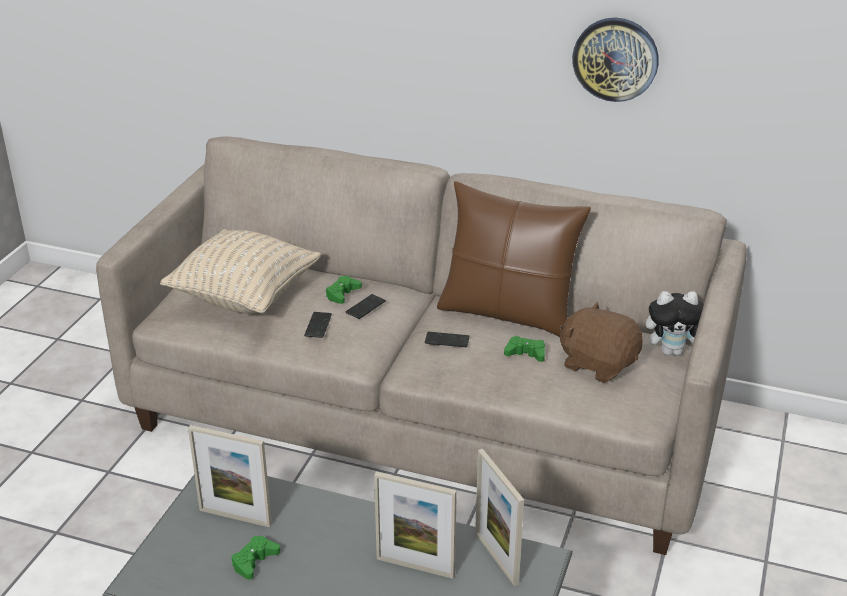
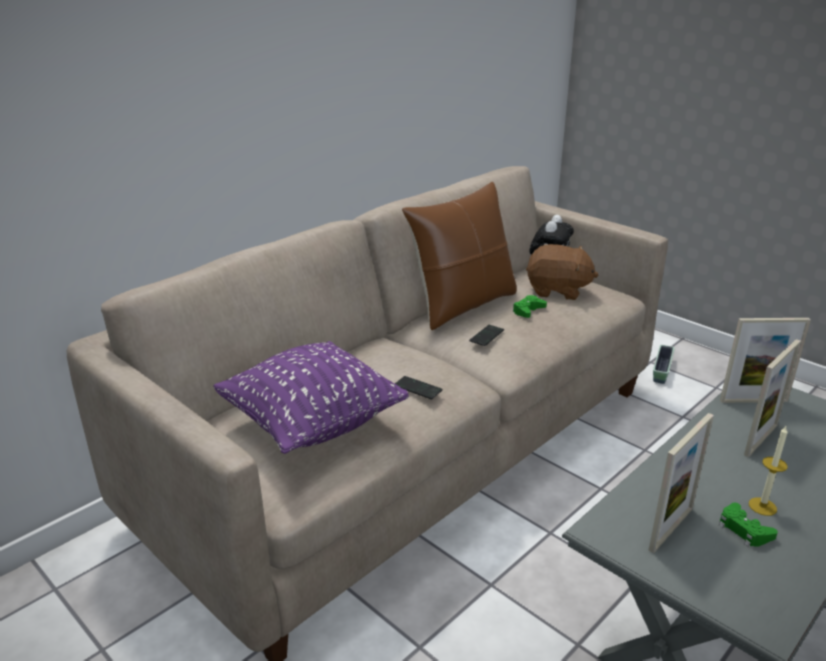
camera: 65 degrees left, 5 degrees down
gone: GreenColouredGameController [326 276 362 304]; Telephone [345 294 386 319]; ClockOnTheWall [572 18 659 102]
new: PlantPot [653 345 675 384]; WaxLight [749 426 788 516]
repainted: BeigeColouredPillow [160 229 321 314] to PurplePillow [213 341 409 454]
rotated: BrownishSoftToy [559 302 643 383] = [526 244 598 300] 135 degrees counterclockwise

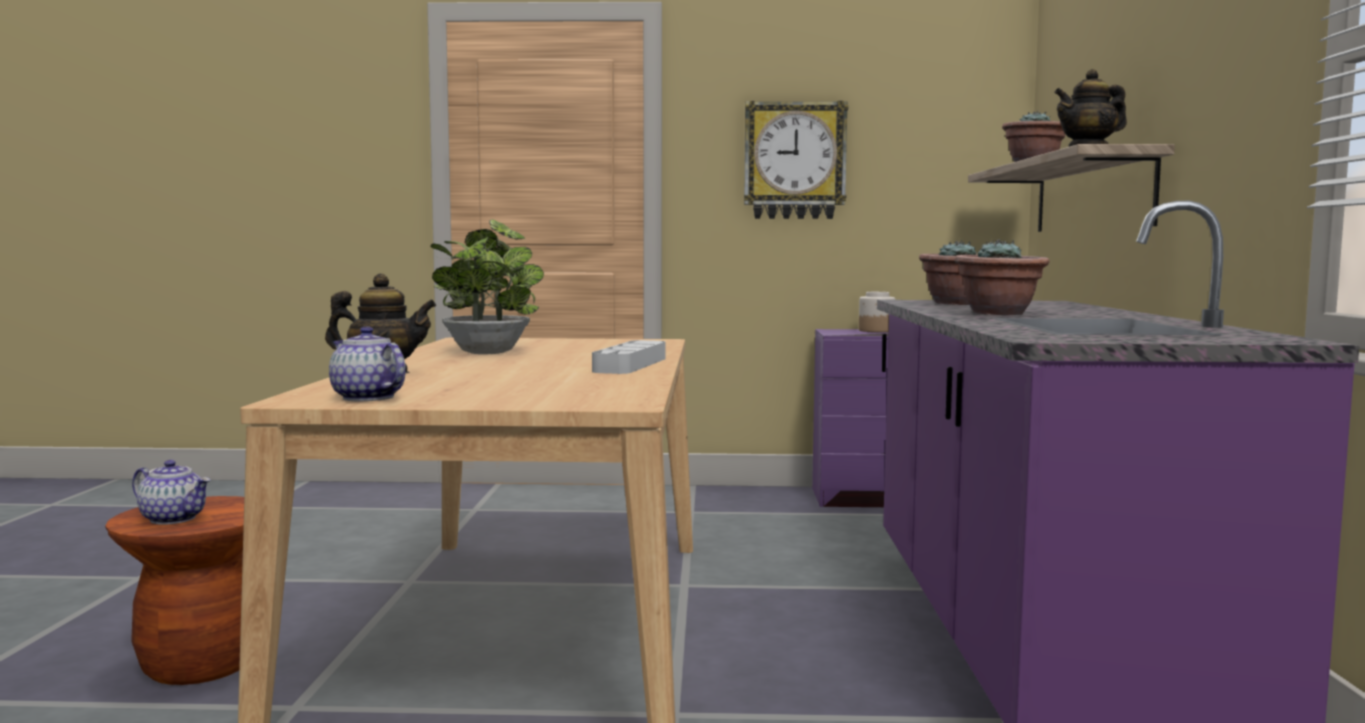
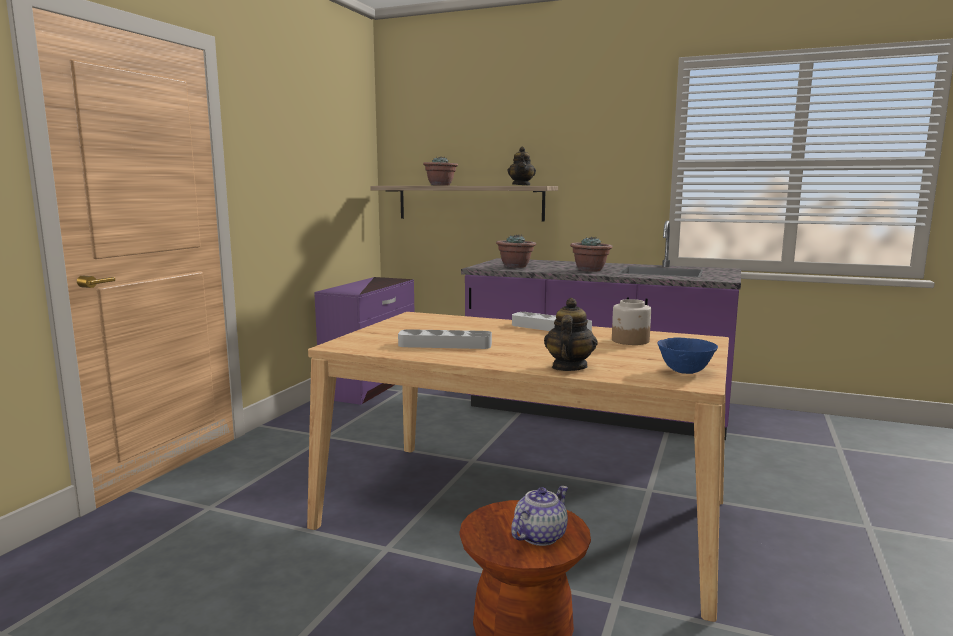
camera: 70 degrees left, 5 degrees up
gone: ClockOnTheWall [744 101 848 219]
shifted: PreserveJar [859 292 896 332] to [612 299 651 345]
swapped: TeaPot [329 327 406 401] to BlueColouredBowl [657 337 718 374]; PlantInAPot [431 219 544 354] to GreyishCarryingTray [398 329 492 349]

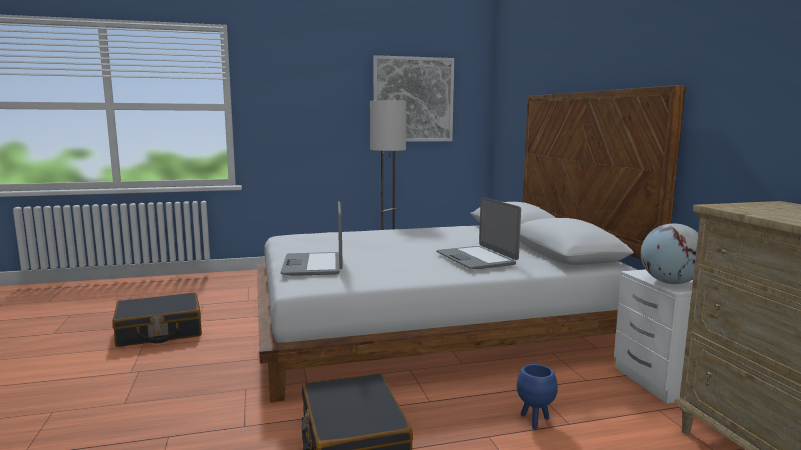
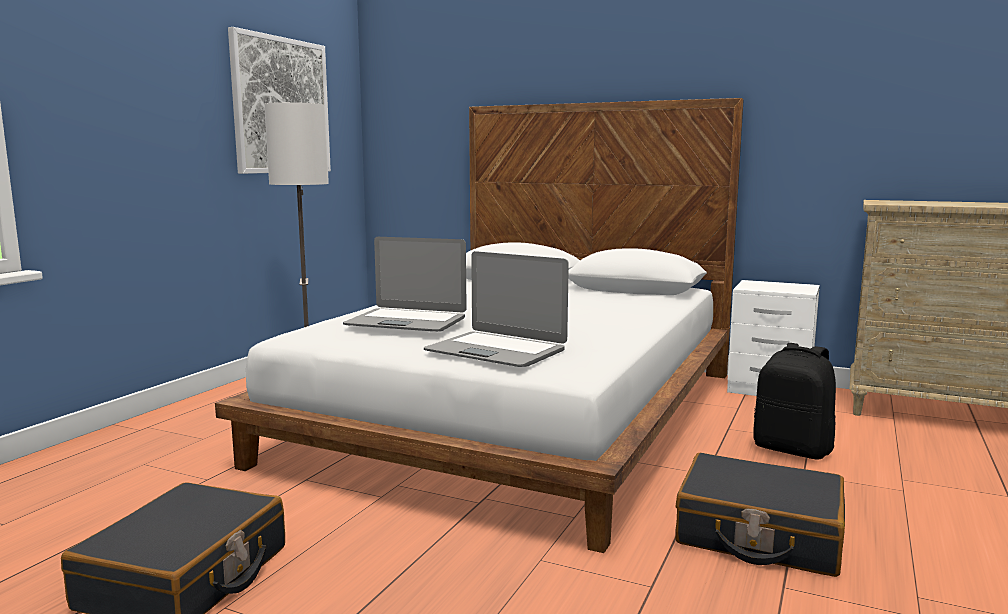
camera: 50 degrees left, 0 degrees up
gone: WorldGlobe [641 223 698 284]
shifted: PortableComputer [436 197 521 269] to [343 237 467 332]
swapped: BlueColouredPlantPot [517 364 558 429] to BlackColouredKnapsack [753 343 836 460]

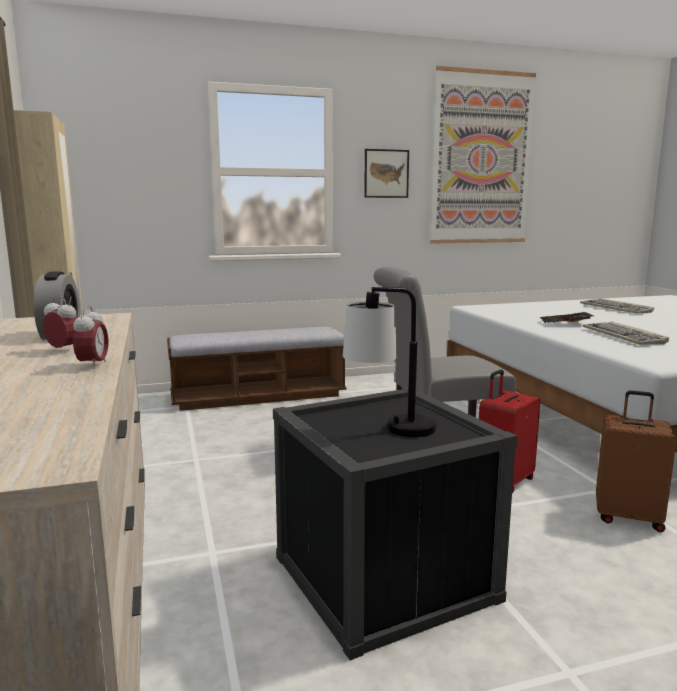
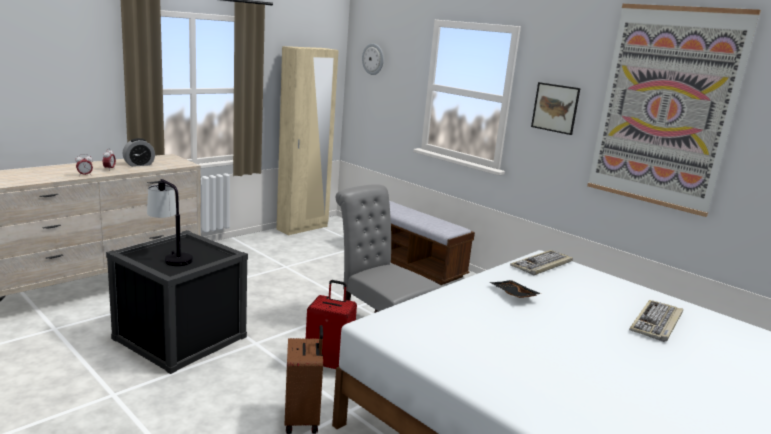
camera: 60 degrees right, 5 degrees up
new: ClockOnTheWall [362 43 384 75]
shifted: Keyboard [582 321 669 345] to [510 250 573 275]

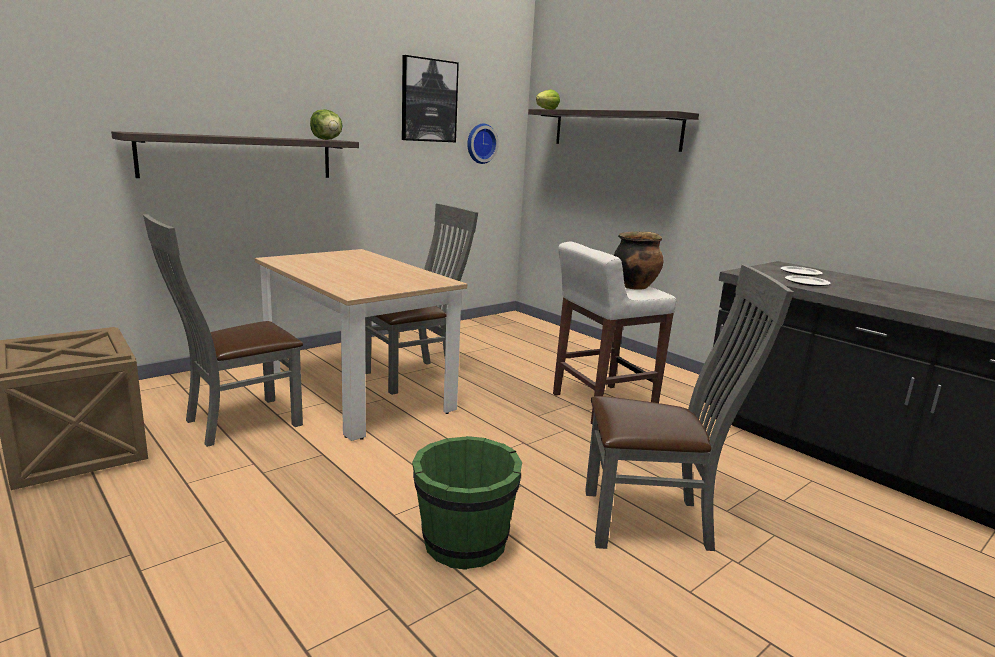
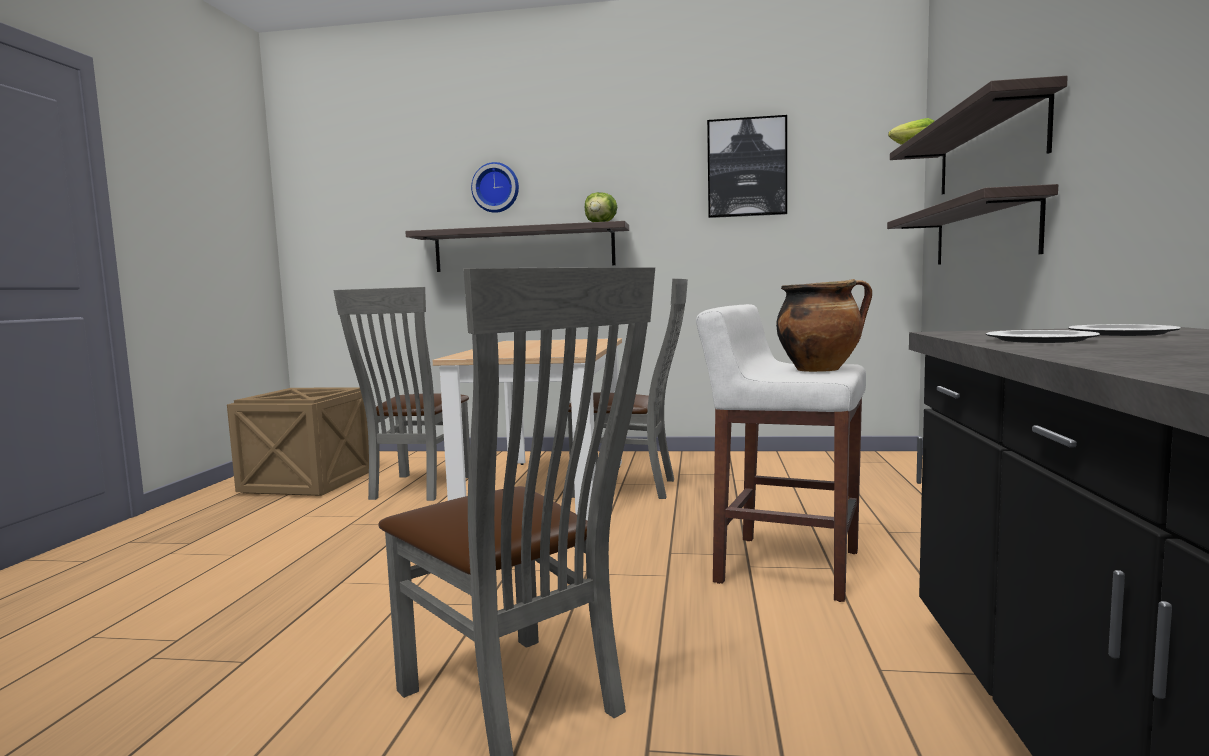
camera: 50 degrees right, 10 degrees down
gone: GreenColouredPail [412 436 522 570]
new: BracketShelf [887 184 1058 265]
shifted: ClockOnTheWall [467 124 499 164] to [471 162 519 213]
rotated: GreyishChair [143 214 303 447] = [333 287 470 501] 90 degrees counterclockwise

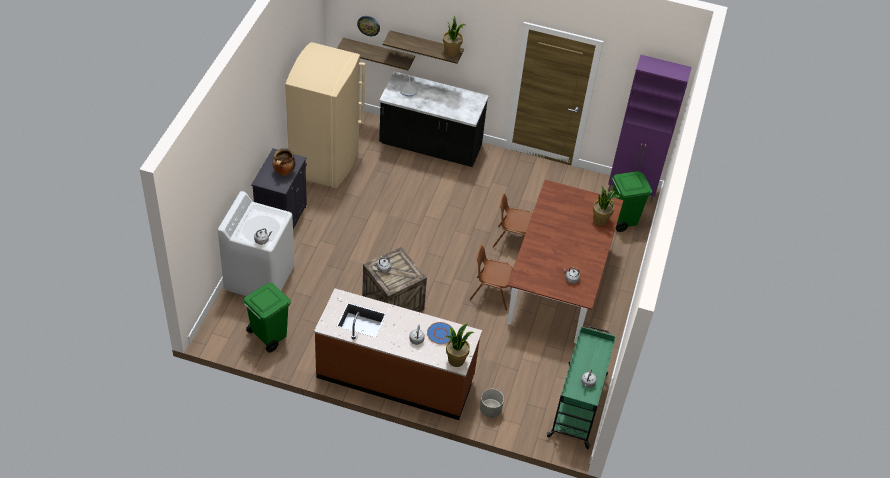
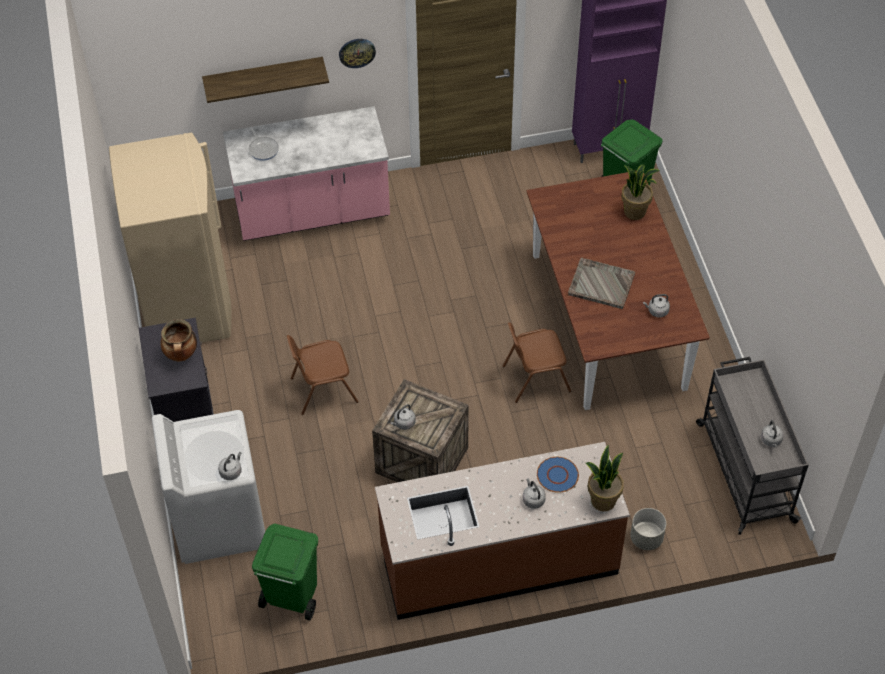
camera: 25 degrees left, 5 degrees up
gone: BracketShelf [337 38 415 70]; PlantInAPot [443 16 465 57]
new: GreyishCarryingTray [568 258 635 309]
shifted: ClockOnTheWall [357 16 380 36] to [339 39 376 68]; BrownishChair [493 193 533 248] to [287 335 358 415]
repainted: BlackColouredKitchenCounter [379 71 489 167] to PinkKitchenCounter [223 106 390 241]; GreenColouredTrolley [547 326 616 449] to GreyishTrolley [696 357 809 535]

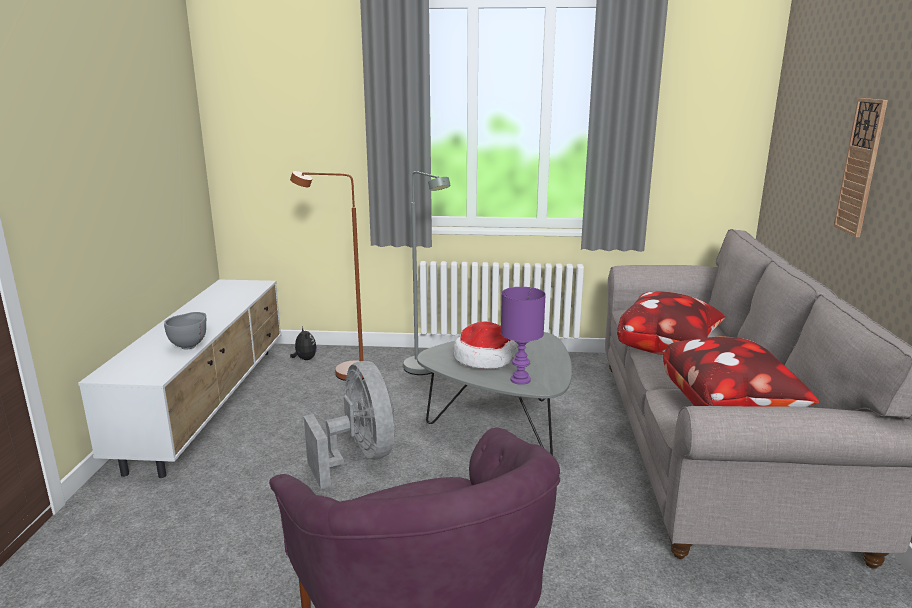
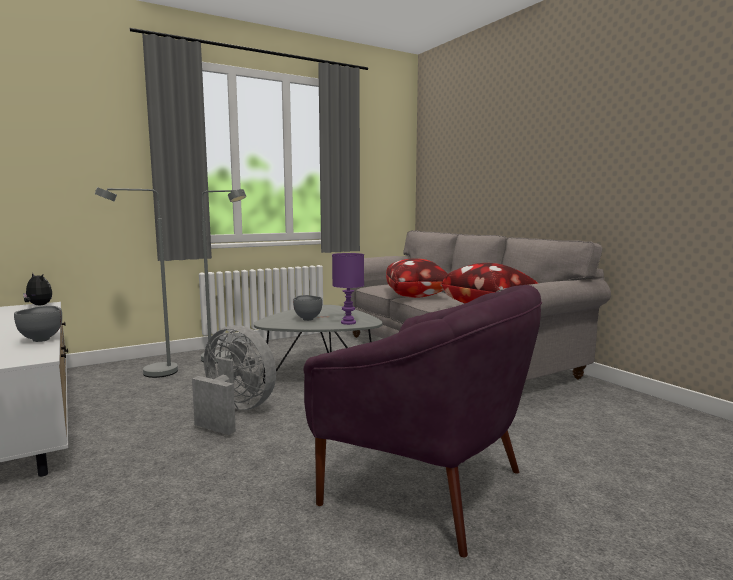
camera: 35 degrees left, 10 degrees down
gone: ClockOnTheWall [834 98 888 237]
shifted: SoftToy [290 327 317 360] to [23 273 52 305]
swapped: Hat [453 321 516 369] to GreyishBowl [293 295 323 321]
repainted: BrownishFloorLamp [290 171 364 381] to GreyishFloorLamp [95 187 178 378]

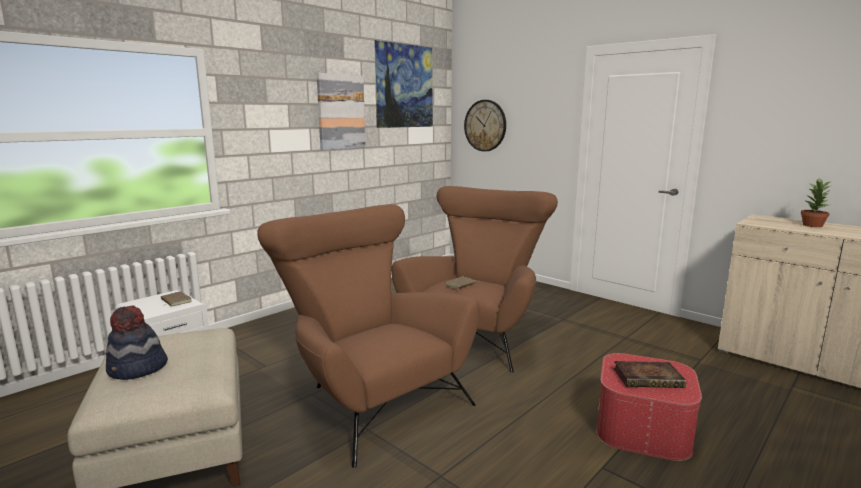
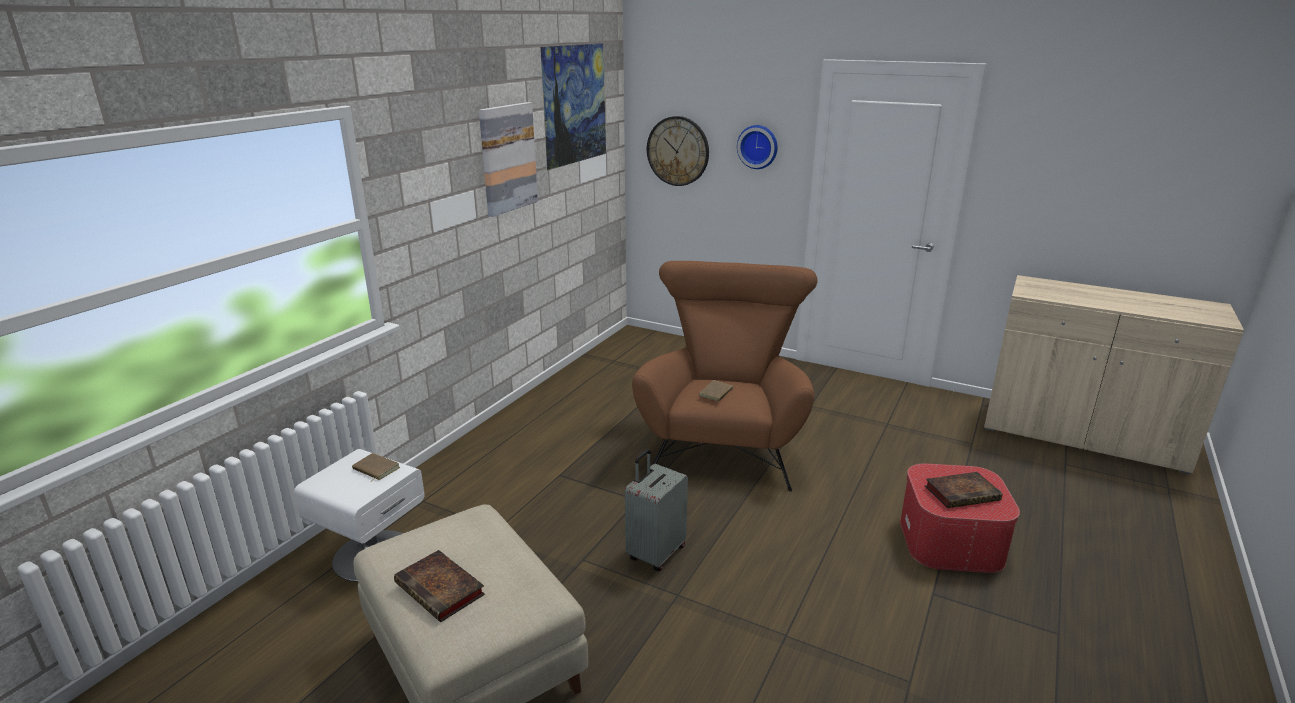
camera: 15 degrees left, 10 degrees up
gone: PlantInAPot [801 178 830 227]
new: ClockOnTheWall [737 125 778 169]
swapped: Hat [106 305 168 380] to Volume [394 550 485 623]; BrownishEasyChair [257 204 479 468] to GreyishPieceOfLuggage [625 449 688 571]

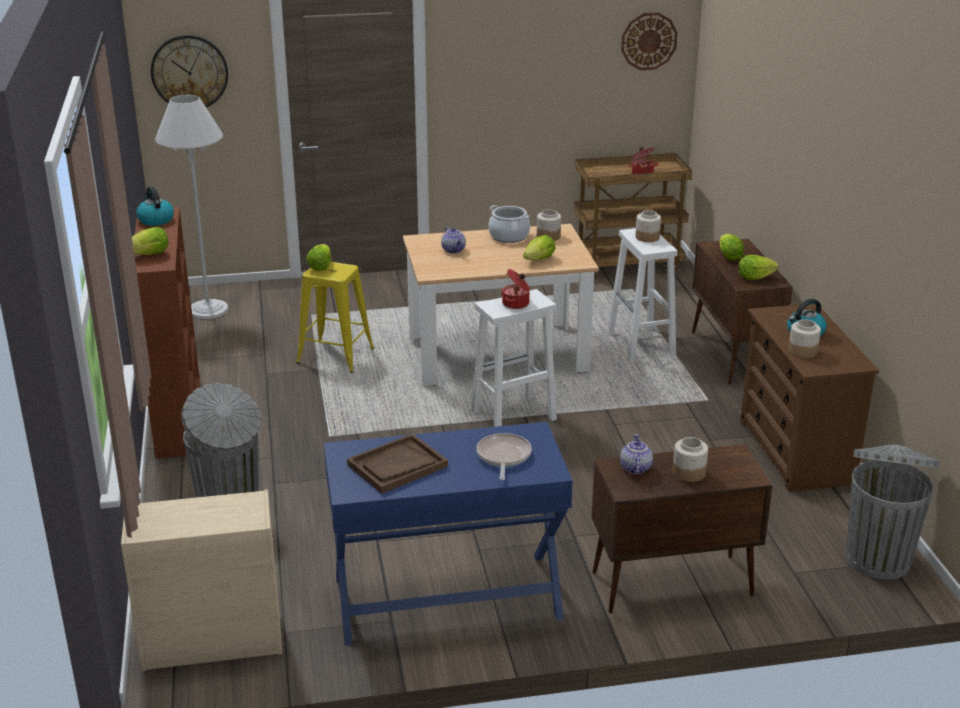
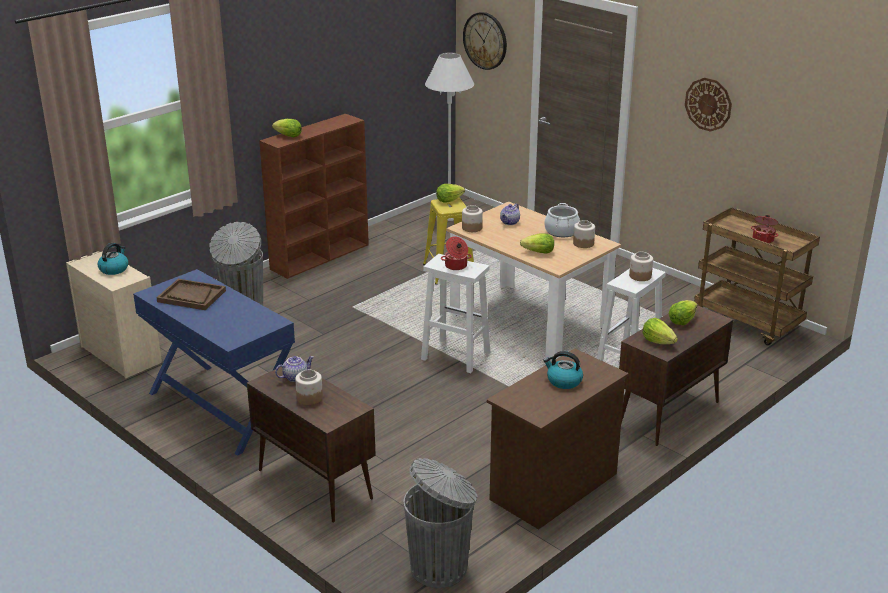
camera: 55 degrees right, 0 degrees up
gone: Pan [476 433 532 480]
shifted: TeaKettle [136 186 174 226] to [98 243 128 275]; ClockOnTheWall [621 12 678 70] to [685 78 732 132]; PreserveJar [788 319 821 358] to [462 205 483 232]

